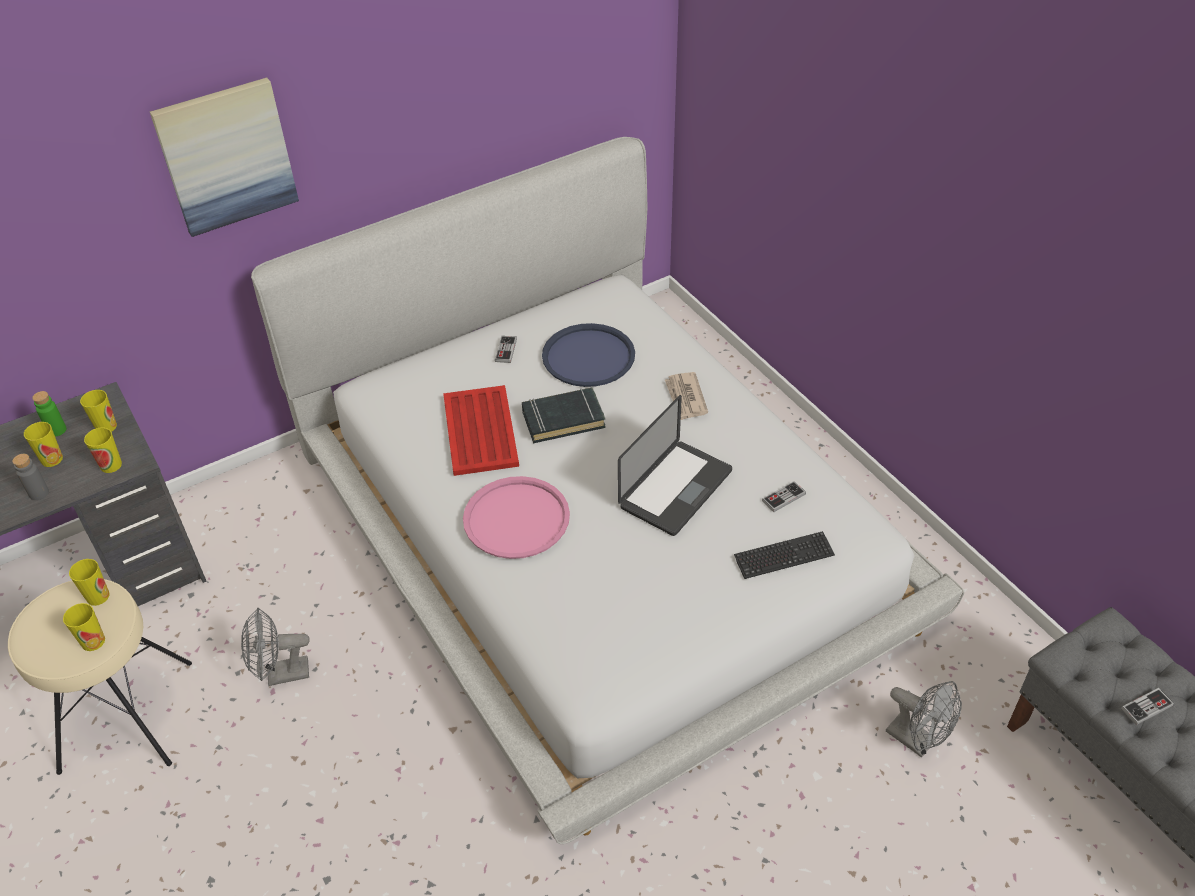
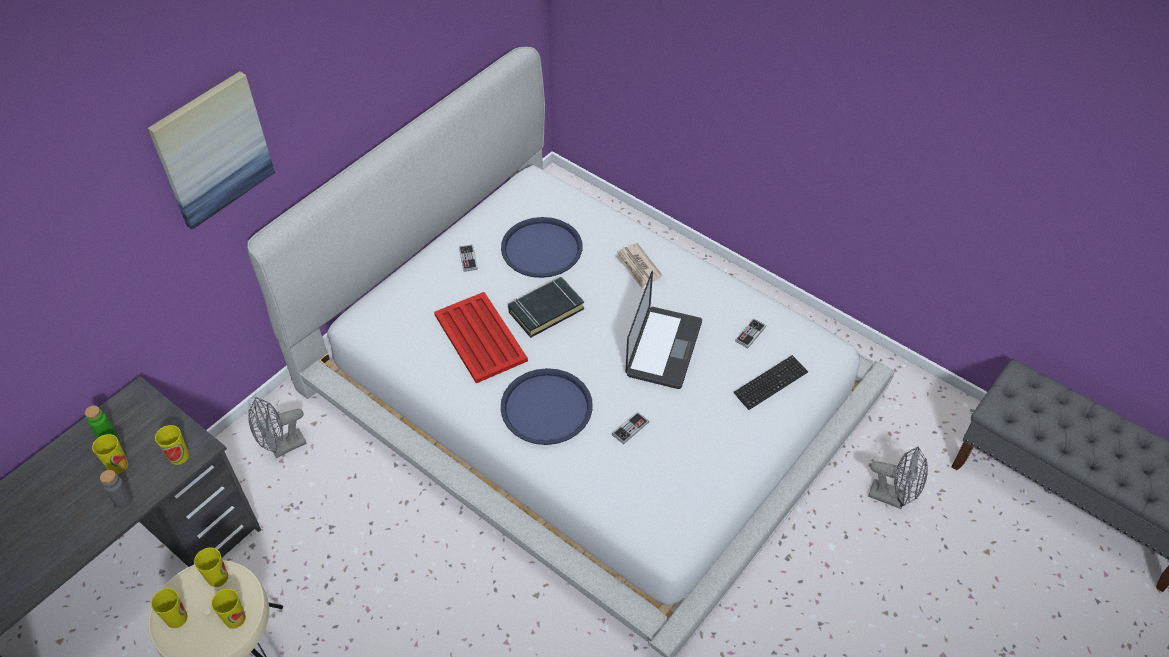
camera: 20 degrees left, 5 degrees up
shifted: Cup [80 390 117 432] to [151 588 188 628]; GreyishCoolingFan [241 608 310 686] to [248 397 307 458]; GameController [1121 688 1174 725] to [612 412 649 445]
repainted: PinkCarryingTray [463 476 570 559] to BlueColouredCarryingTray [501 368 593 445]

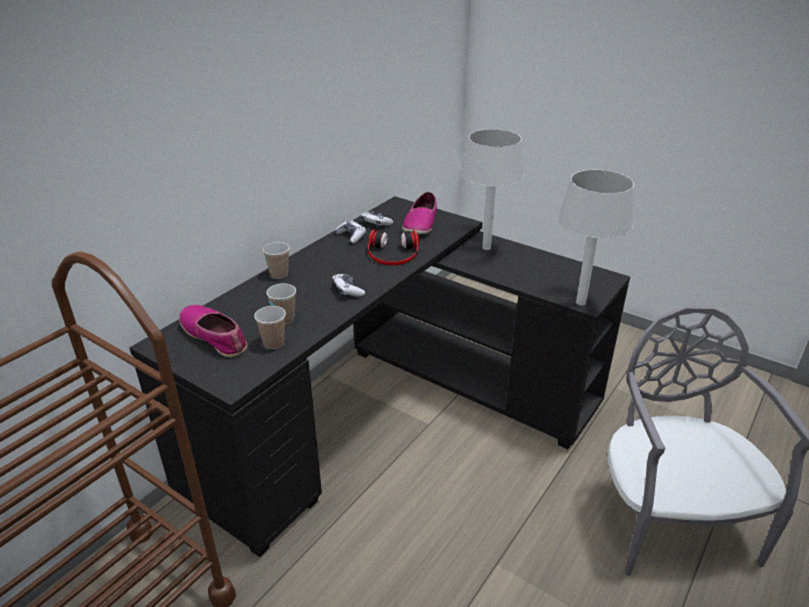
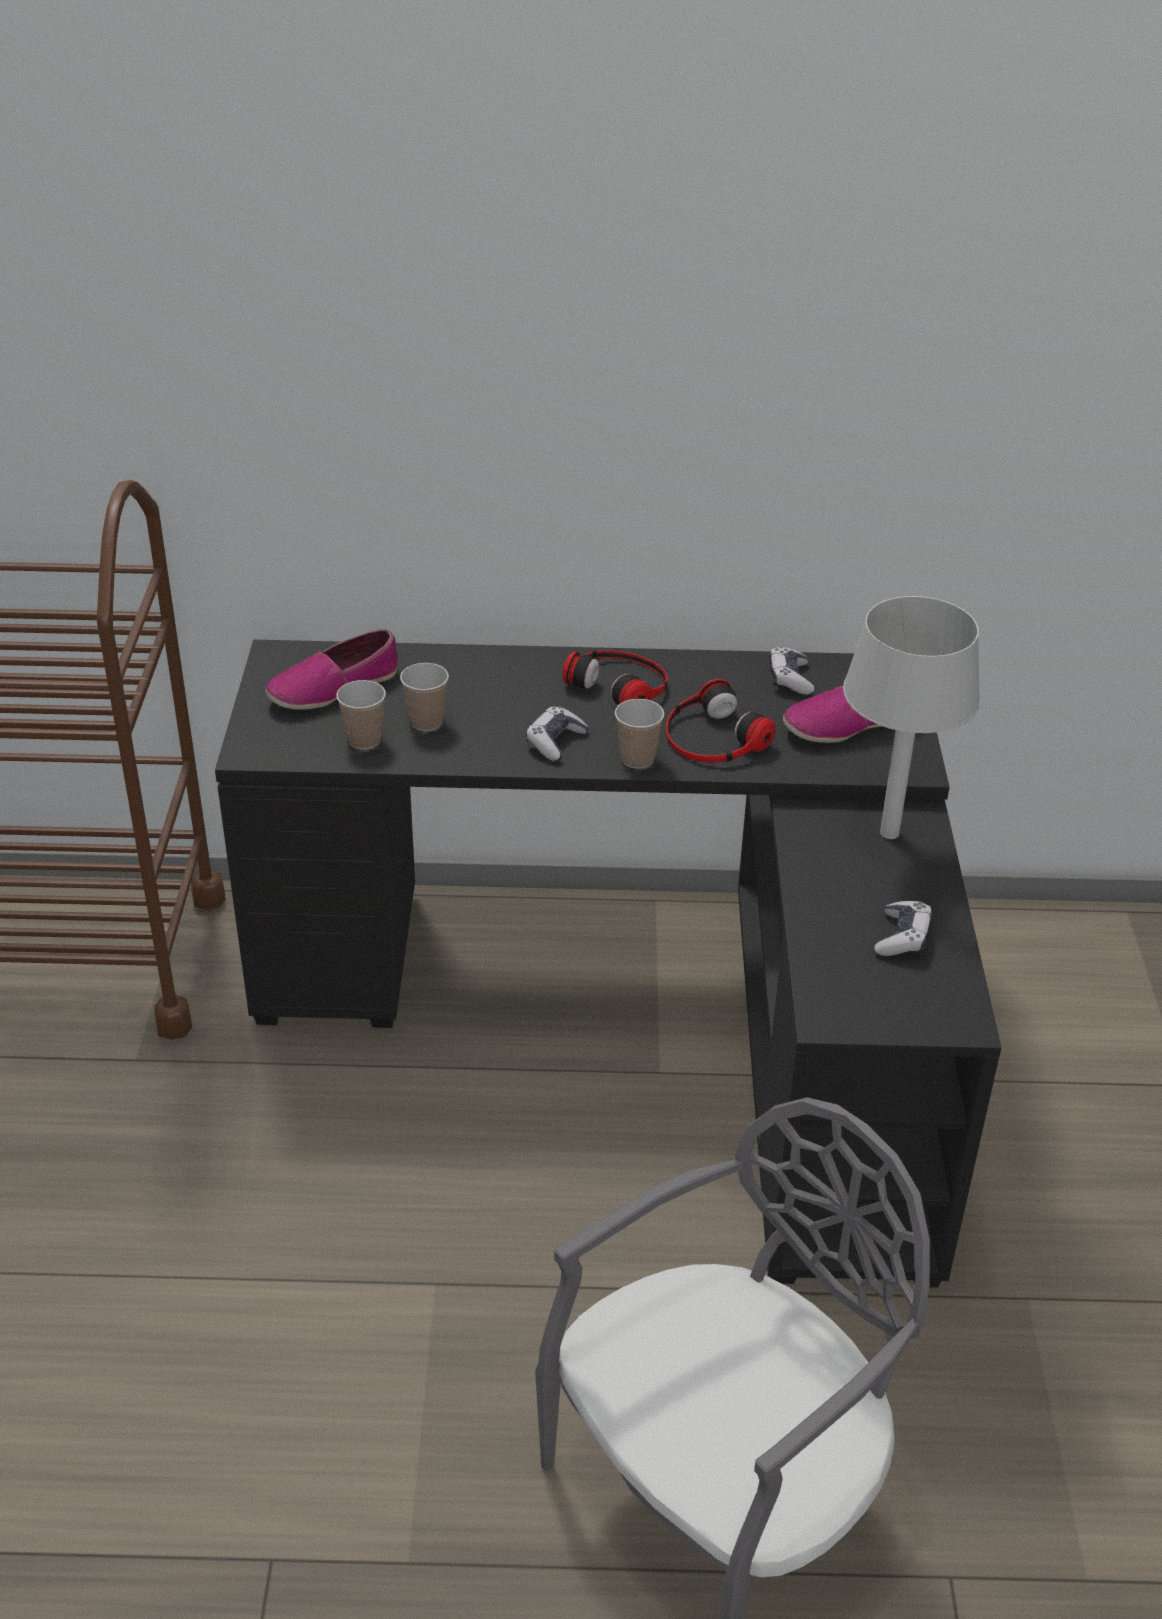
camera: 55 degrees right, 5 degrees up
gone: GreyishTabletopLamp [558 170 634 305]
new: PairOfHeadphones [562 651 668 705]
shifted: Cup [263 242 290 279] to [615 699 665 769]; GameController [335 220 366 244] to [875 901 932 956]
rotated: ItemOfFootwear [179 305 247 357] = [265 629 398 710] 135 degrees counterclockwise

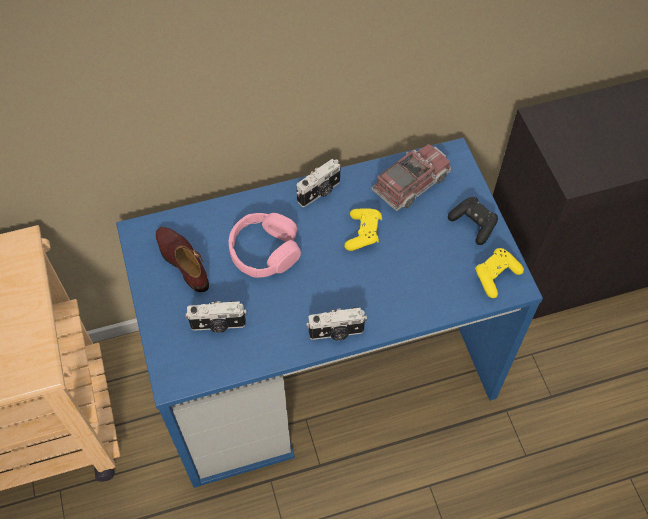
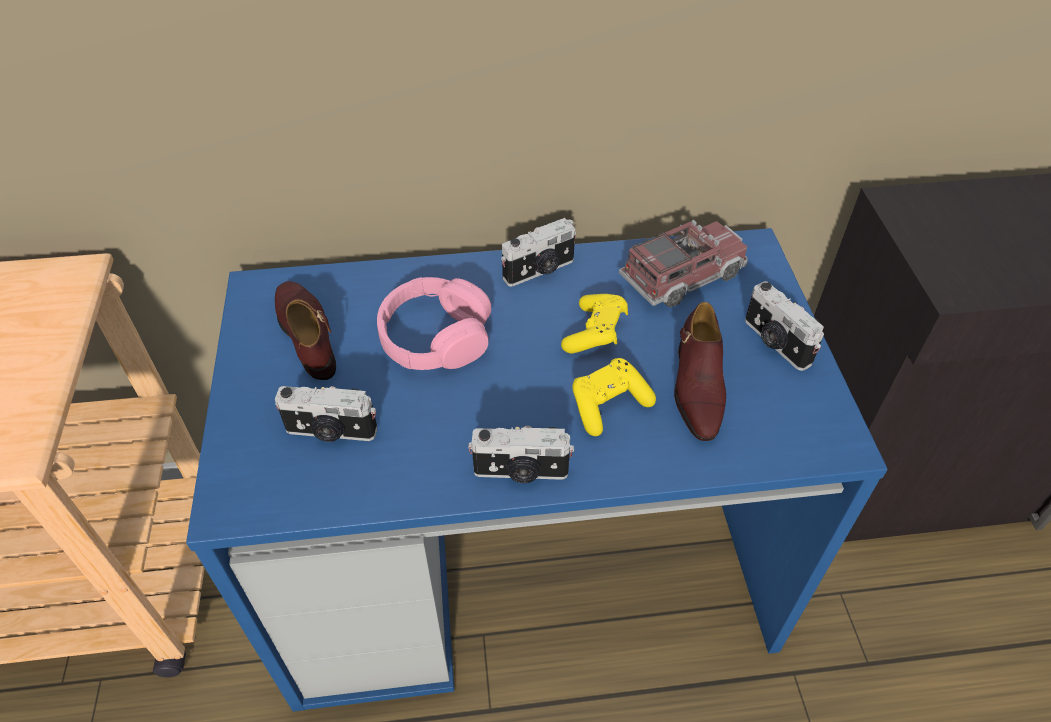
camera: 10 degrees right, 10 degrees down
new: BrownishItemOfFootwear [674 302 726 441]
shifted: YellowishGameController [475 248 524 298] to [572 358 656 436]
swapped: BlackColouredGameController [448 197 498 245] to PhotoCamera [745 281 824 371]

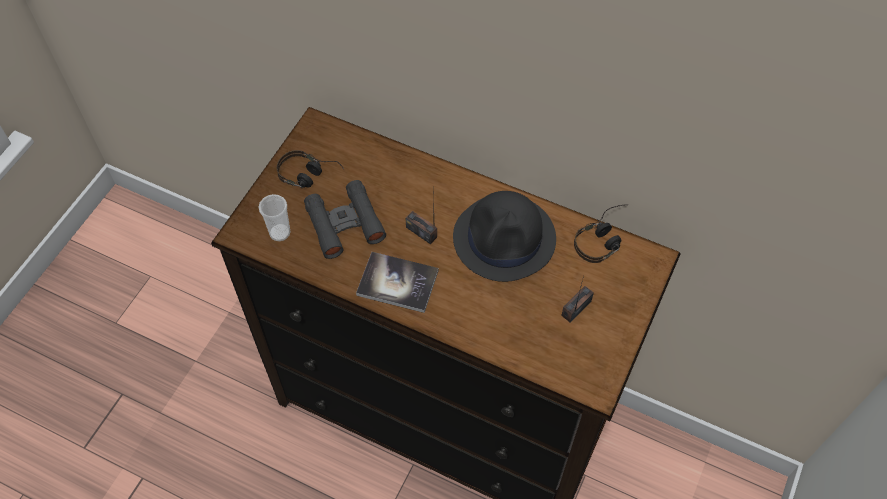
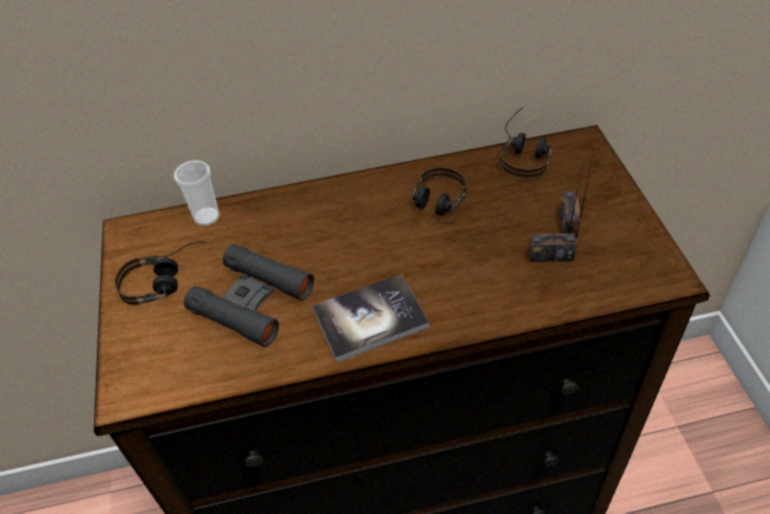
camera: 35 degrees left, 10 degrees down
shifted: Cup [258 194 291 241] to [174 160 220 226]; RadioReceiver [406 186 437 244] to [528 163 583 262]
swapped: BlackColouredHat [453 191 556 282] to PairOfHeadphones [412 167 467 225]

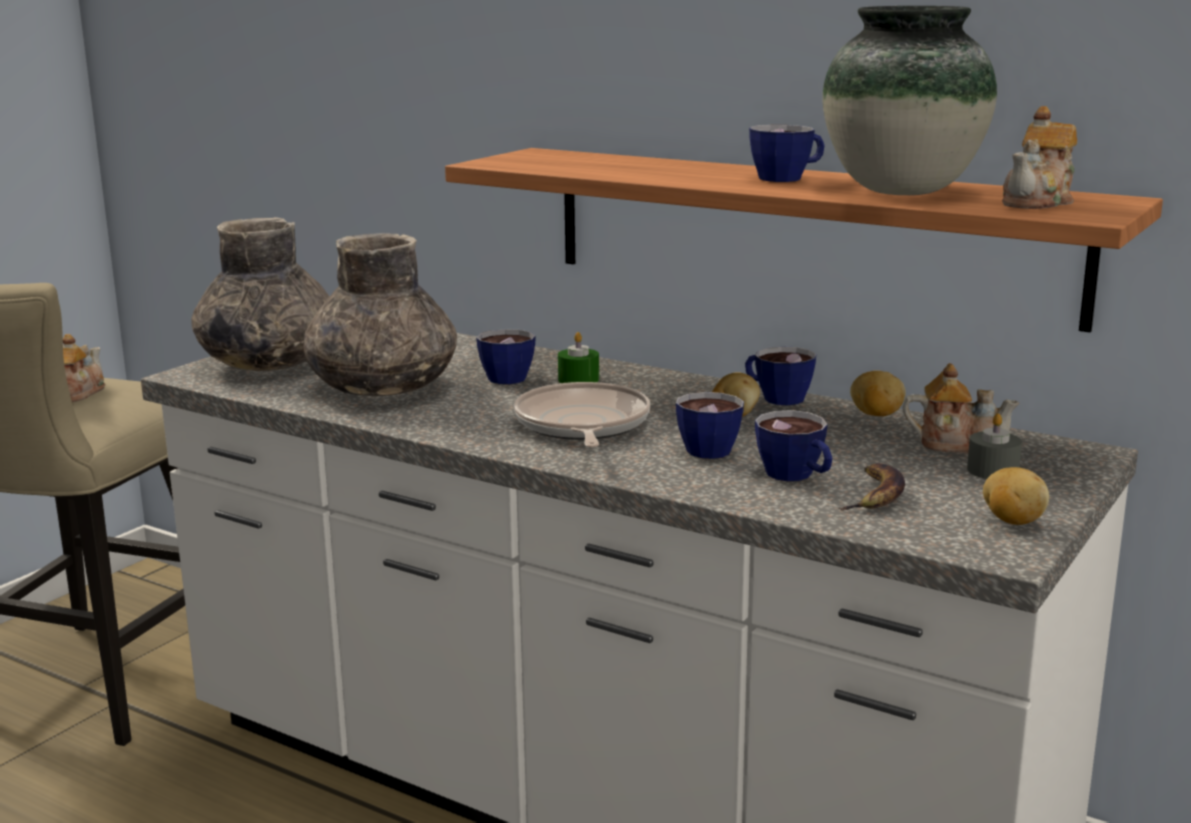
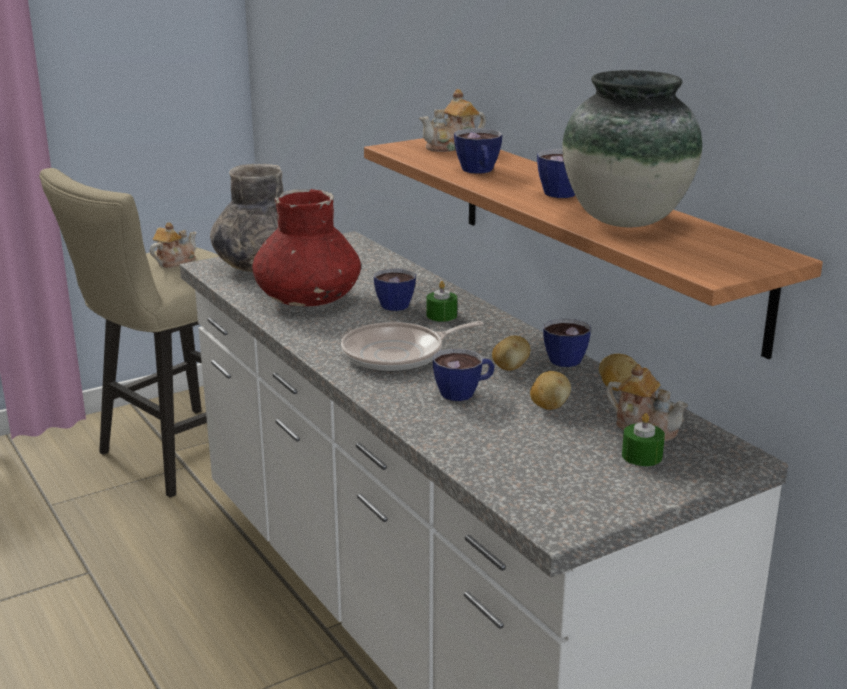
camera: 25 degrees right, 5 degrees up
gone: BananaFruit [839 463 905 511]
shifted: Cup [755 410 832 481] to [454 128 503 174]; Potato [983 467 1049 525] to [530 371 571 410]; TeaPot [1002 106 1077 209] to [419 89 486 152]
repainted: GreyishFlowerVase [303 234 457 396] to ReddishFlowerVase [252 189 361 306]; GreyishWaxLight [967 413 1022 479] to GreenColouredWaxLight [622 413 665 466]
rotated: Pan [514 382 650 448] = [341 321 484 372] 135 degrees counterclockwise

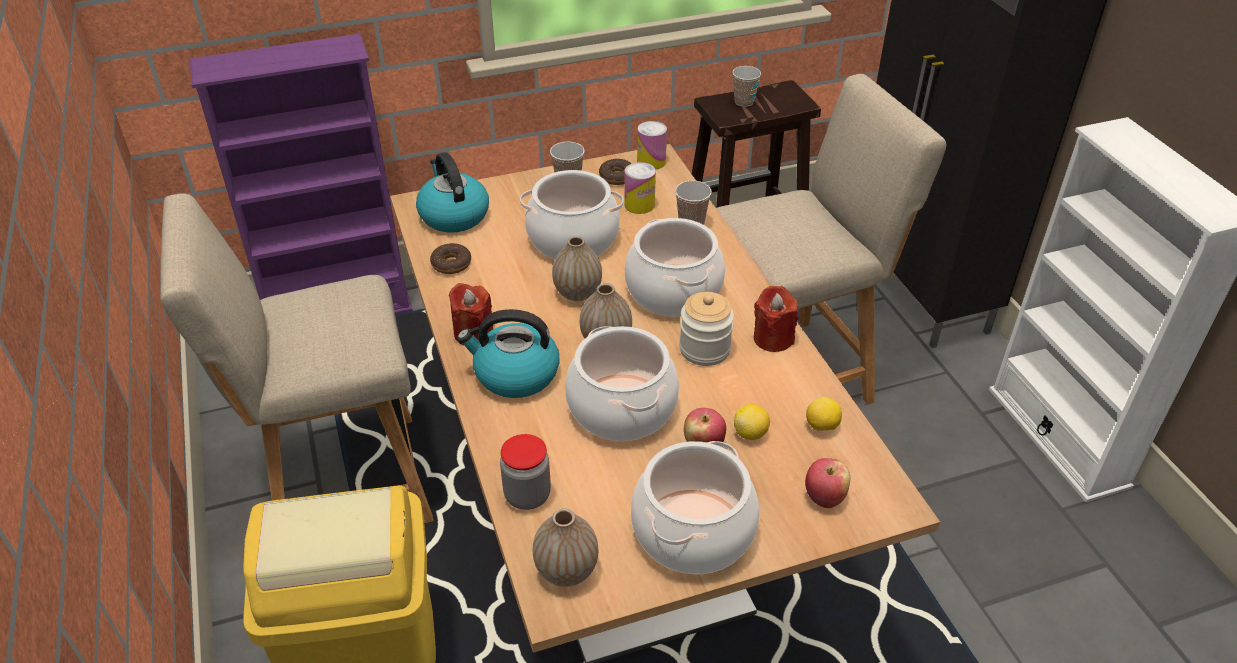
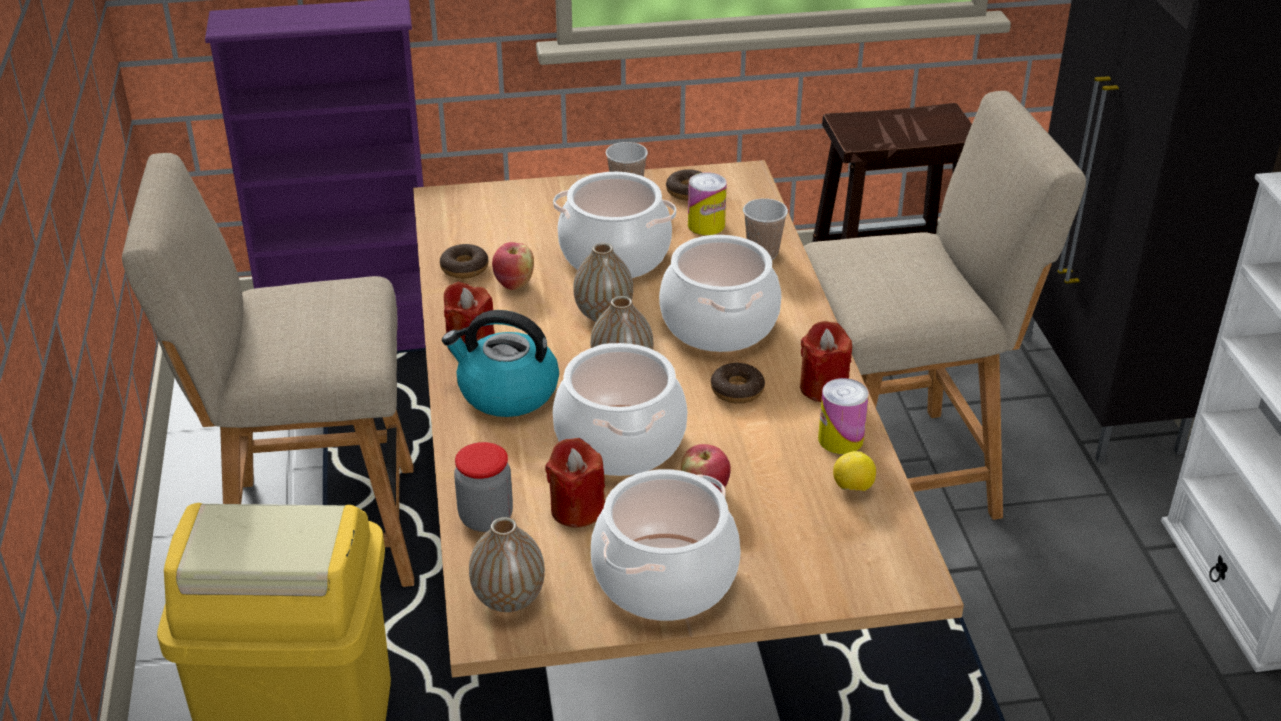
camera: 10 degrees right, 5 degrees down
gone: TeaKettle [416 152 489 233]; Cup [732 66 761 107]; WholeLemon [734 404 770 440]
new: ReddishWaxLight [545 438 605 528]
shifted: Can [637 121 667 170] to [818 378 869 454]; AppleFruit [805 458 850 508] to [492 242 534 290]
swapped: PreserveJar [679 292 734 366] to RingDoughnut [711 362 765 404]

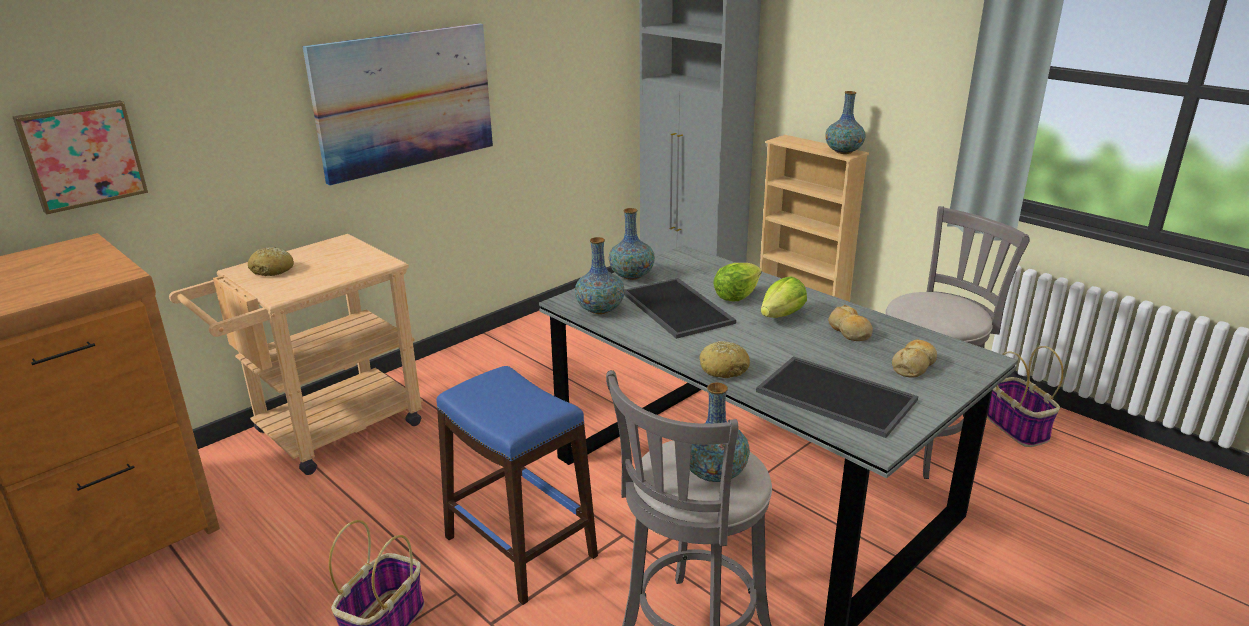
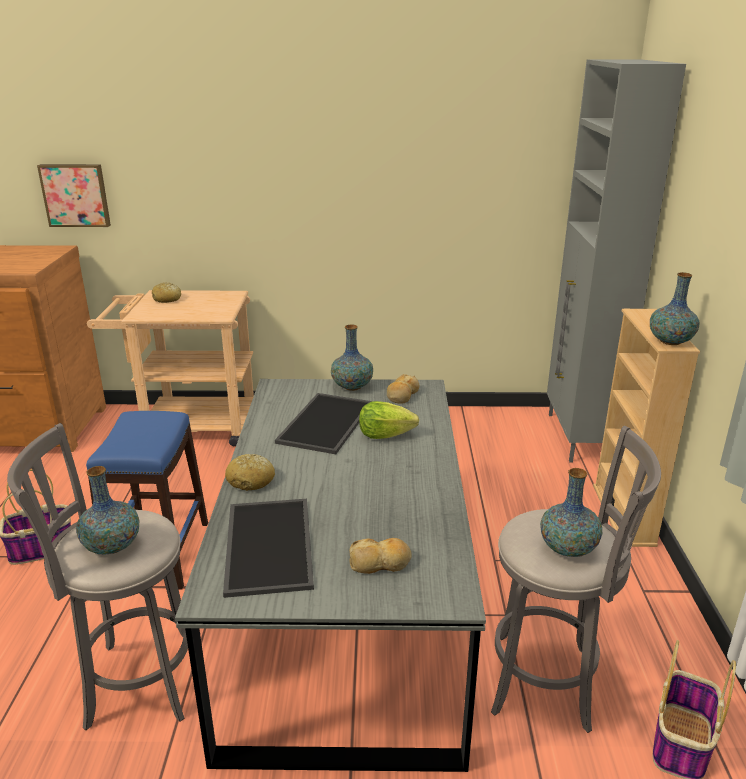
camera: 45 degrees right, 0 degrees up
gone: WallPicture [303 23 493 186]; LettuceHead [761 276 807 318]
shifted: FlowerVase [575 237 625 314] to [540 468 602 557]; Bread [828 305 873 341] to [387 374 419 403]

